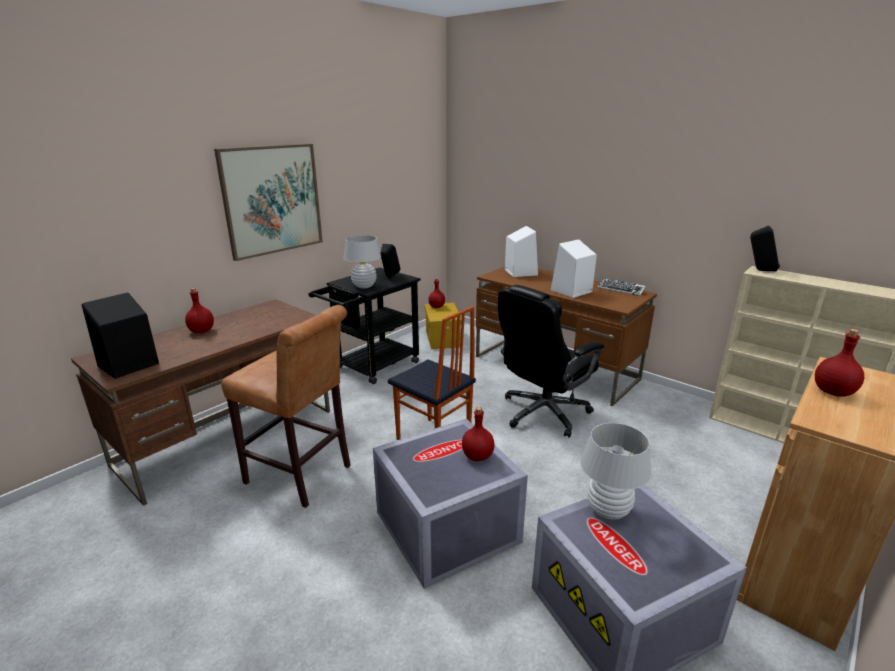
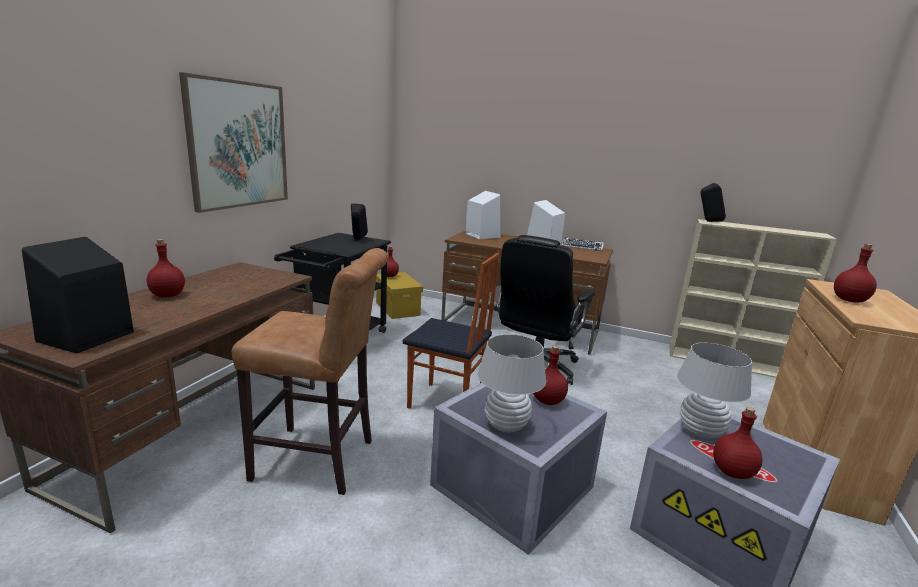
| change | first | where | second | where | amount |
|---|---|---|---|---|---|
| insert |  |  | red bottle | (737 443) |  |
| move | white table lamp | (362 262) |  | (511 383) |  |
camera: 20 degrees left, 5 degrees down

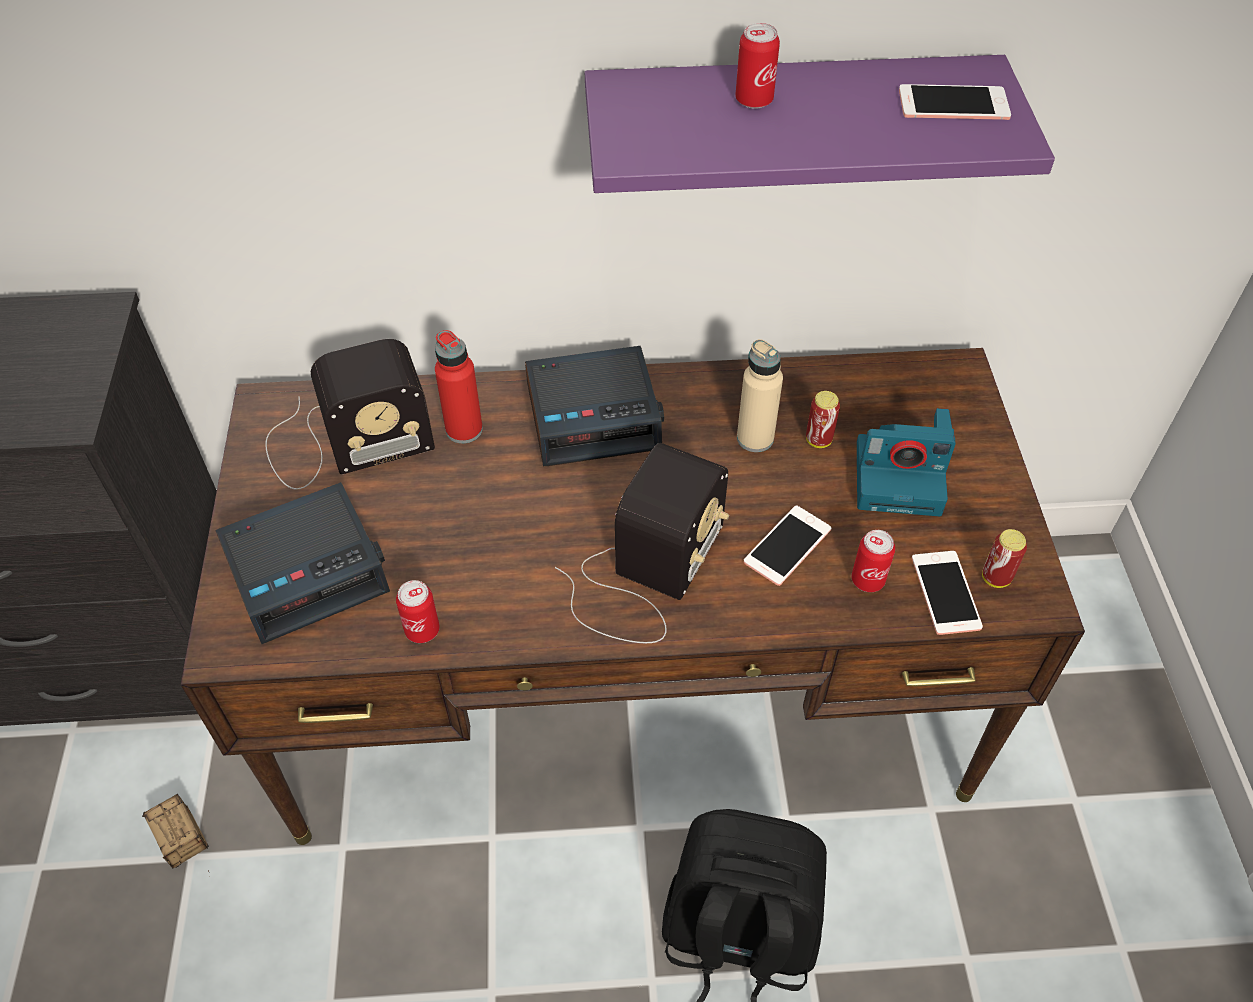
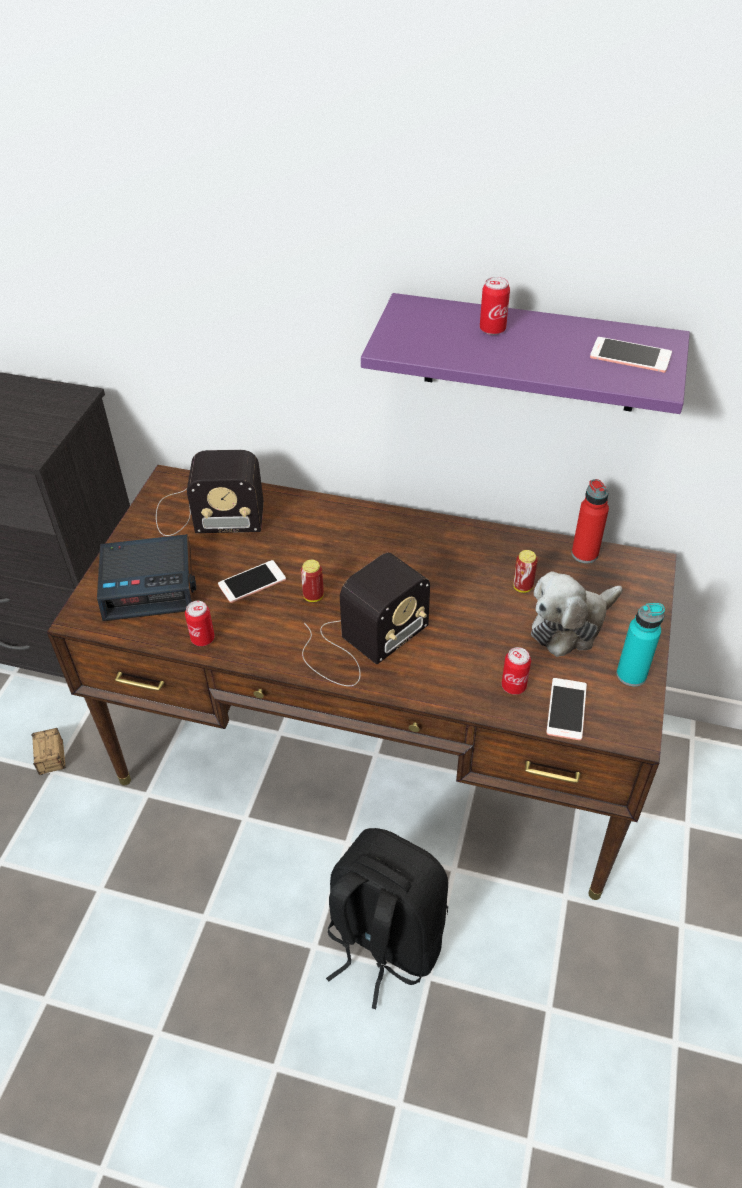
| change | first | where | second | where | amount |
|---|---|---|---|---|---|
| delete | alarm clock | (594 406) |  |  |  |
| delete | beige bottle | (760 395) |  |  |  |
| insert |  |  | turquoise bottle | (640 645) |  |
| move | red bottle | (459 386) |  | (590 521) |  |
| move | phone | (787 545) |  | (252 581) |  |
| move | can | (1004 558) |  | (312 581) |  |
| replace | photo camera | (906 462) | plush toy | (576 614) |  |
camera: 20 degrees right, 5 degrees down

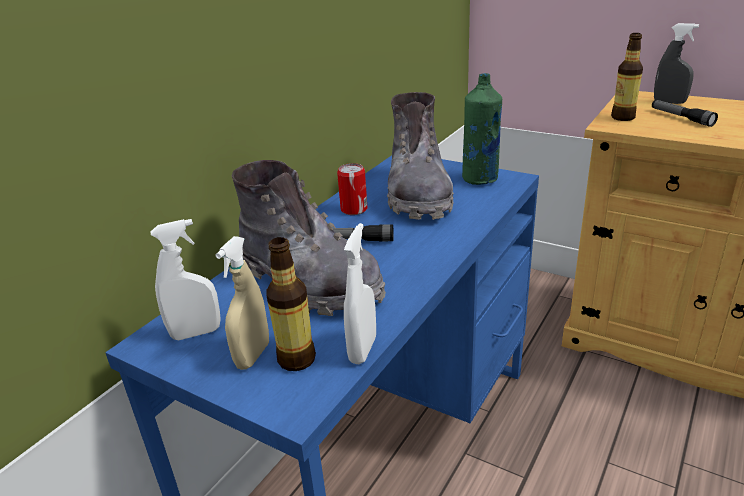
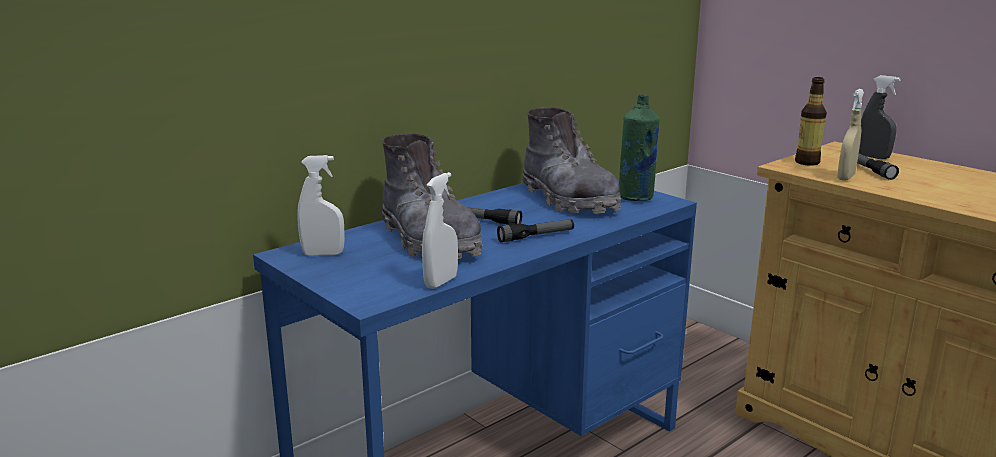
| change | first | where | second | where | amount |
|---|---|---|---|---|---|
| delete | bottle | (291 304) |  |  |  |
| delete | can | (352 189) |  |  |  |
| insert |  |  | flashlight | (535 230) |  |
| move | beige spray bottle | (242 303) |  | (850 135) |  |
| rotate | grey boot | (420 156) |  | (571 160) | 45 degrees counterclockwise |
camera: 15 degrees right, 10 degrees down

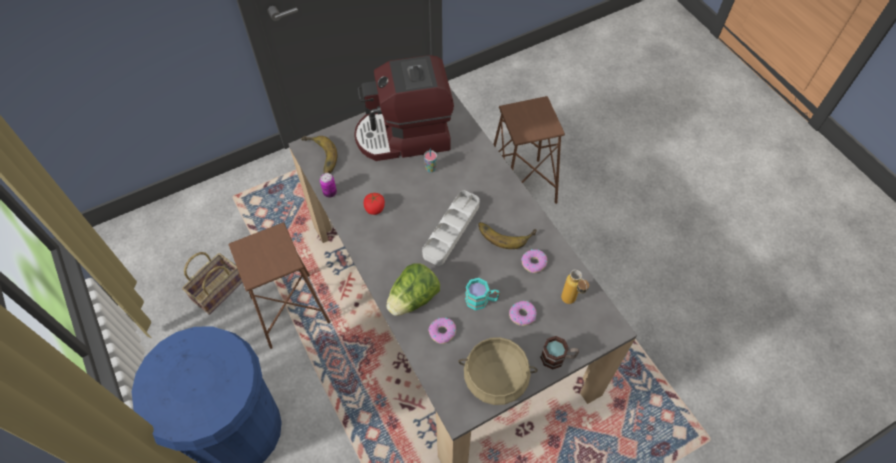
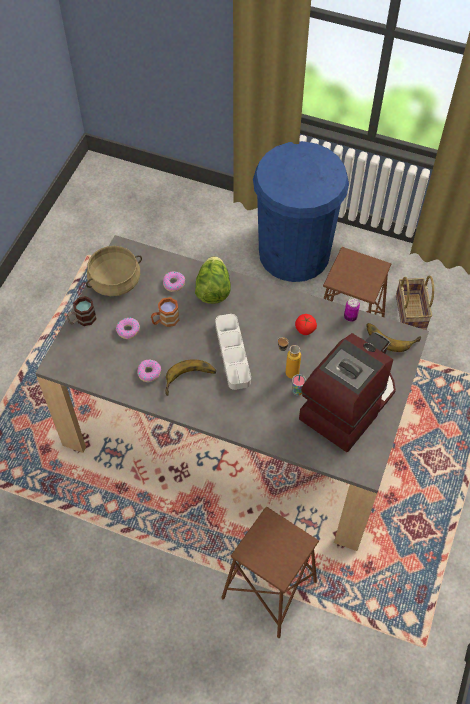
| change | first | where | second | where | amount |
|---|---|---|---|---|---|
| move | bottle | (575 286) |  | (289 358) |  |
| recolor | turquoise mug | (482 294) | brown mug | (165 312) |  |
camera: 140 degrees right, 0 degrees up

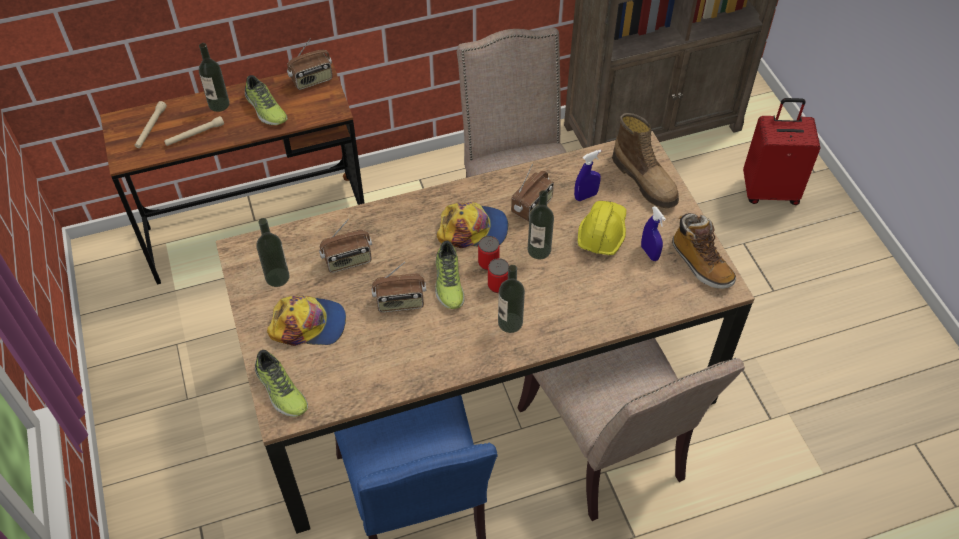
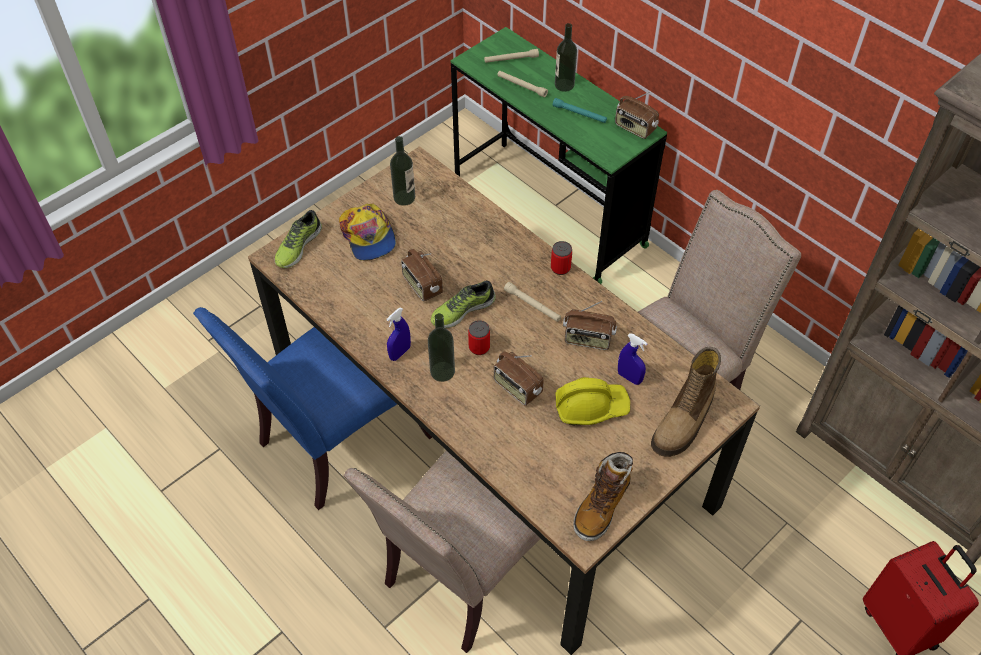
| change | first | where | second | where | amount |
|---|---|---|---|---|---|
| delete | bottle | (540 224) |  |  |  |
| move | radio | (345 246) |  | (519 378) |  |
| move | can | (489 253) |  | (561 258) |  |
| move | blue spray bottle | (653 233) |  | (398 334) |  |
| replace | shoe | (266 100) | turquoise flashlight | (580 110) |  |
| replace | cap | (472 225) | beige flashlight | (532 302) |  |
| recolor | brown desk | (232 173) | green desk | (558 155) |  |
camera: 65 degrees right, 0 degrees up

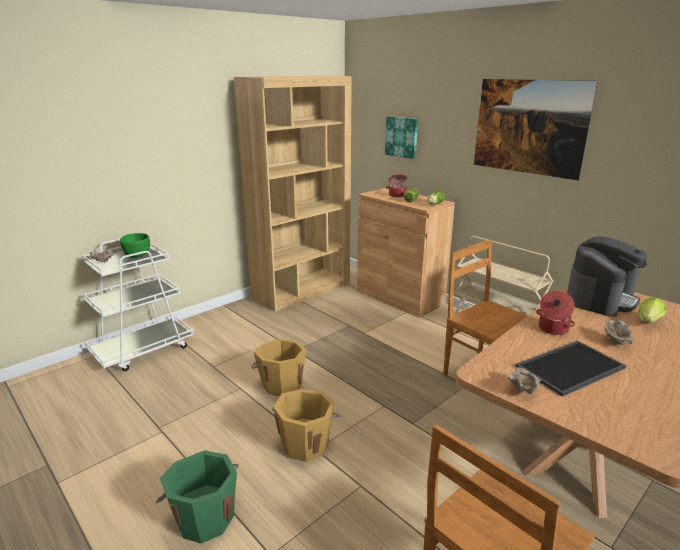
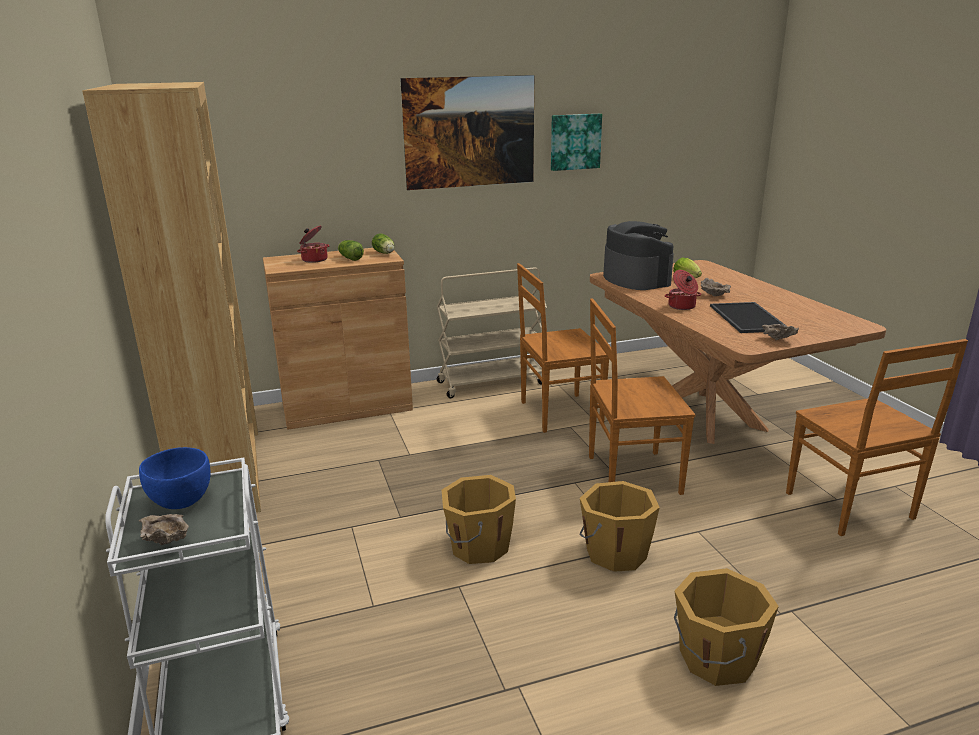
| change | first | where | second | where | amount |
|---|---|---|---|---|---|
| insert |  |  | brown chair | (642 396) |  |
| move | picture | (401 137) |  | (576 142) |  |
| recolor | green bowl | (135 245) | blue bowl | (174 478) |  |
| recolor | green bucket | (197 497) | orange bucket | (726 627) |  |
camera: 65 degrees left, 0 degrees up

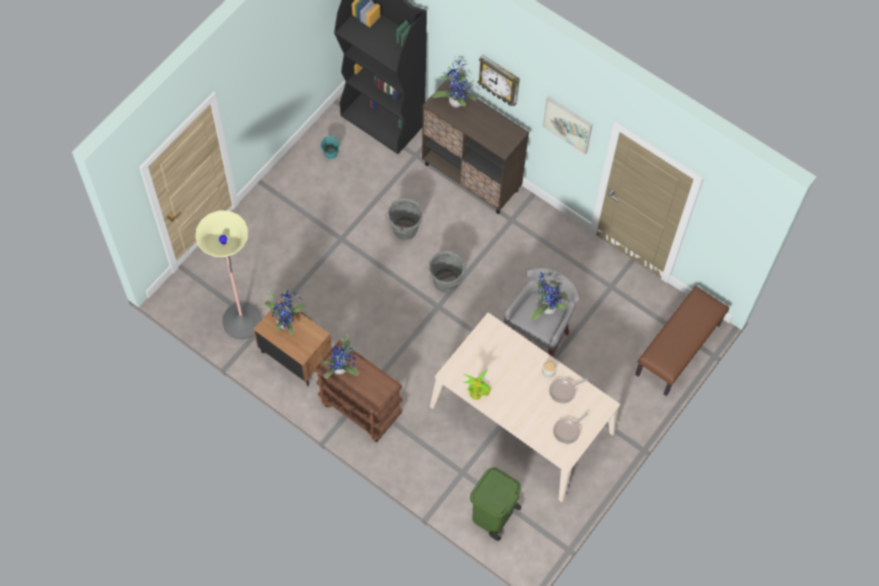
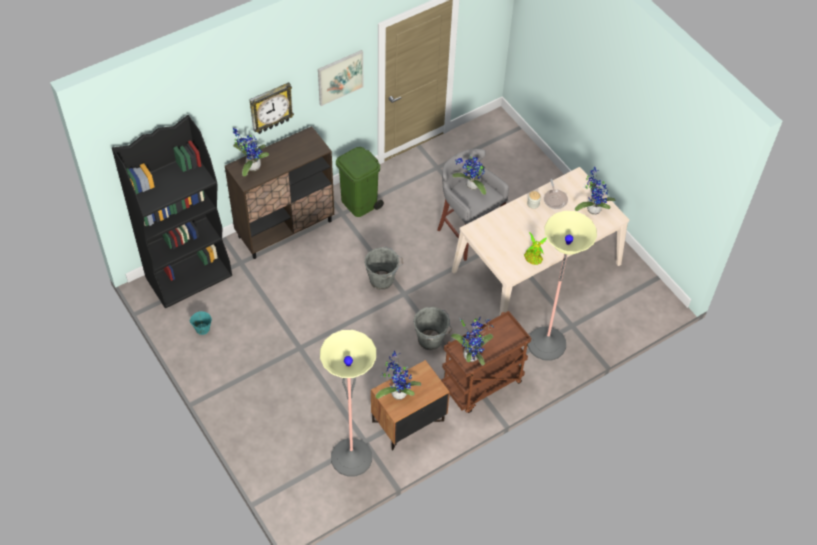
| change | first | where | second | where | amount |
|---|---|---|---|---|---|
| delete | brown bench | (682 341) |  |  |  |
| insert |  |  | floor lamp | (562 286) |  |
| move | grey bucket | (404 219) |  | (432 328) |  |
| move | green trash can | (495 504) |  | (360 182) |  |
| replace | frying pan | (570 428) | potted plant | (595 191) |  |
camera: 70 degrees left, 10 degrees down

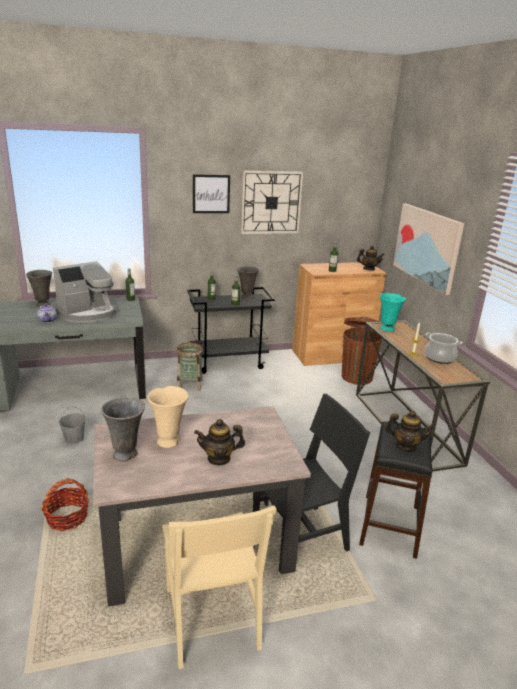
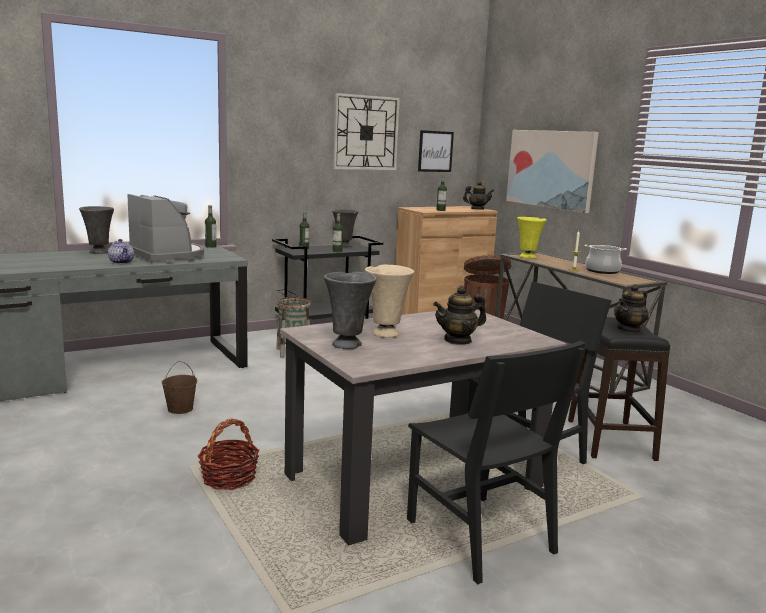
| change | first | where | second | where | amount |
|---|---|---|---|---|---|
| move | picture | (211 193) |  | (436 151) |  |
| recolor | grey bucket | (72 425) | brown bucket | (179 387) |  |
| recolor | beige chair | (219 587) | black chair | (496 462) |  |
| recolor | turquoise vase | (393 312) | yellow vase | (532 237) |  |
| rotate | coffee machine | (84 292) |  | (165 229) | 75 degrees counterclockwise |
| rotate | teapot | (409 430) |  | (631 308) | 135 degrees clockwise |
camera: 15 degrees left, 10 degrees down

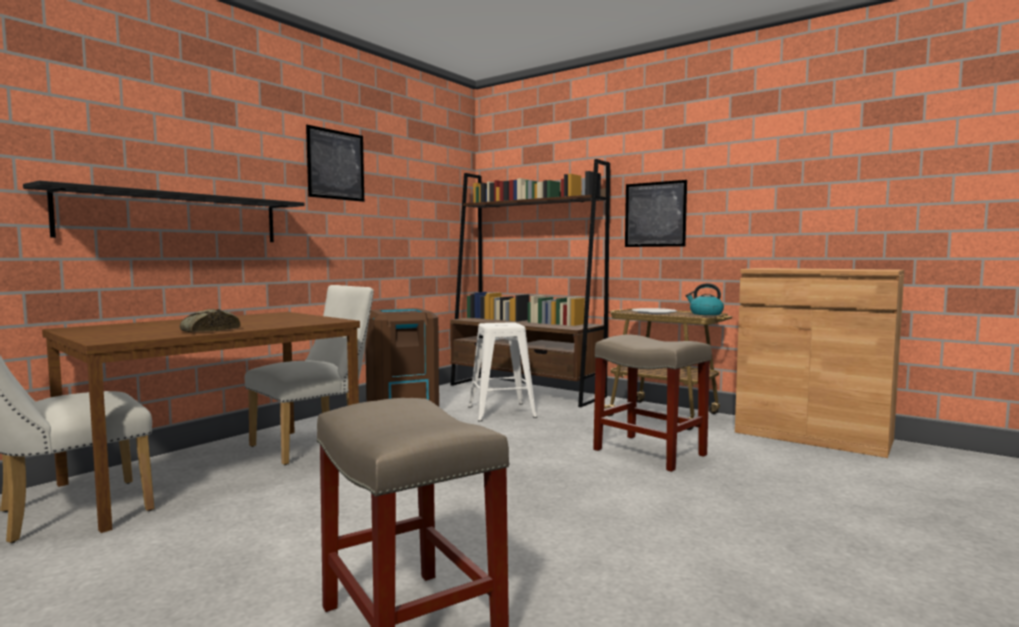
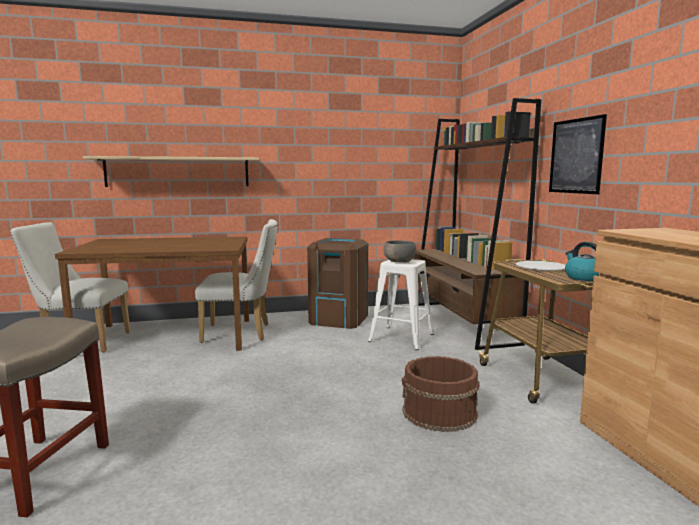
| change | first | where | second | where | amount |
|---|---|---|---|---|---|
| delete | bread | (210 320) |  |  |  |
| delete | picture | (335 163) |  |  |  |
| insert |  |  | grey bowl | (400 251) |  |
| replace | beige stool | (652 403) | brown bucket | (440 394) |  |
| recolor | black shelf | (164 211) | beige shelf | (171 171) |  |
camera: 40 degrees right, 5 degrees up

